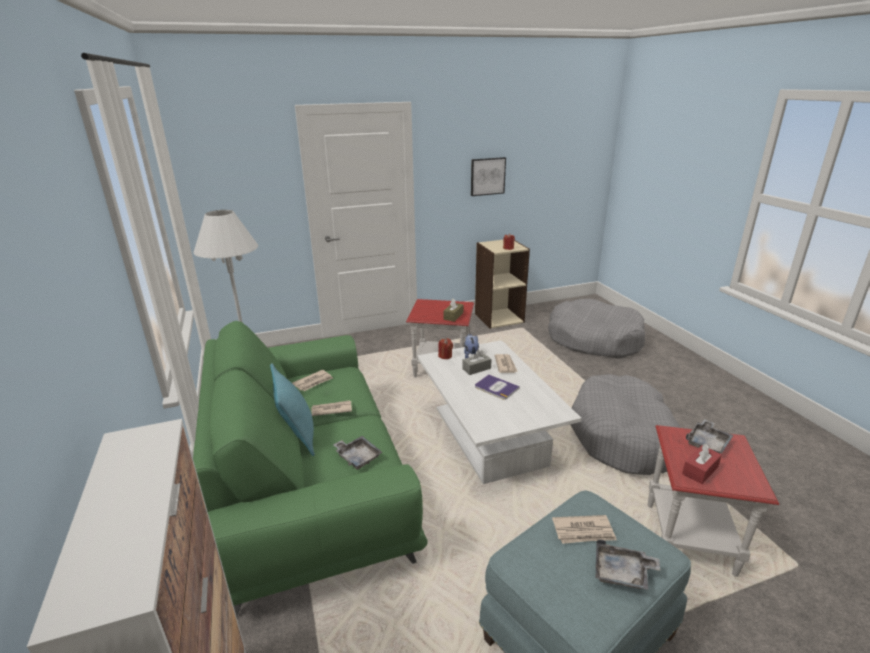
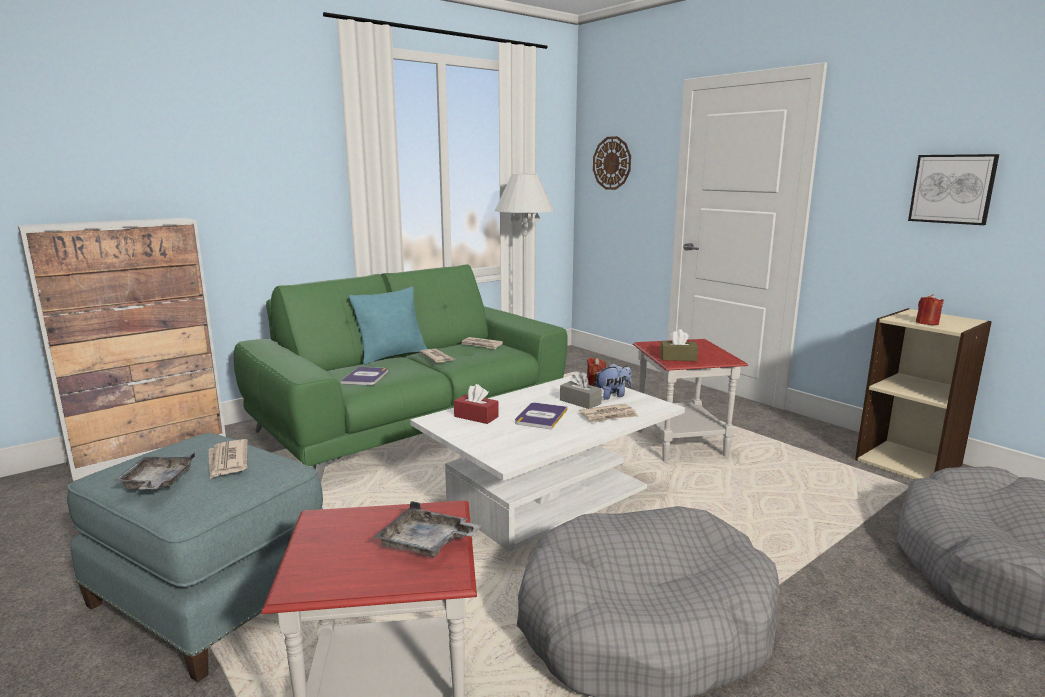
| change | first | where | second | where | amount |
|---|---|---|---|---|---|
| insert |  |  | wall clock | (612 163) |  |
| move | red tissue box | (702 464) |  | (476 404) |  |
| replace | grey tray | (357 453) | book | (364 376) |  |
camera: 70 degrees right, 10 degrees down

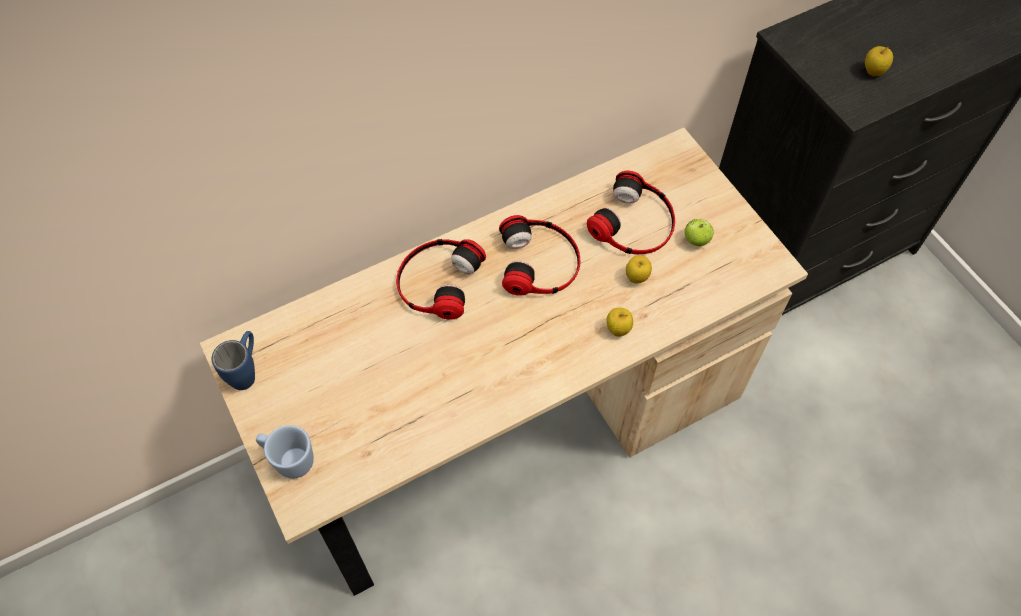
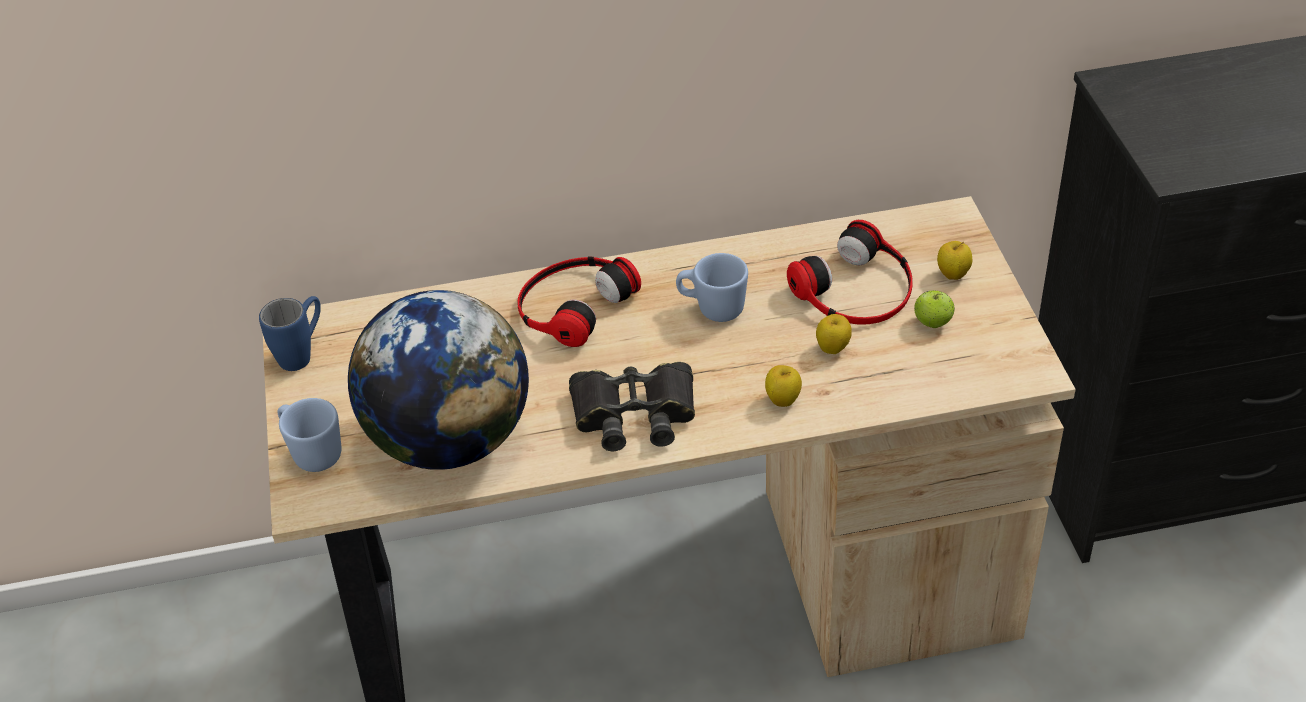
| change | first | where | second | where | amount |
|---|---|---|---|---|---|
| insert |  |  | globe | (438 380) |  |
| insert |  |  | black binoculars | (632 406) |  |
| move | apple | (879 61) |  | (954 260) |  |
| replace | headphones | (540 255) | blue mug | (712 287) |  |
camera: 20 degrees right, 15 degrees down

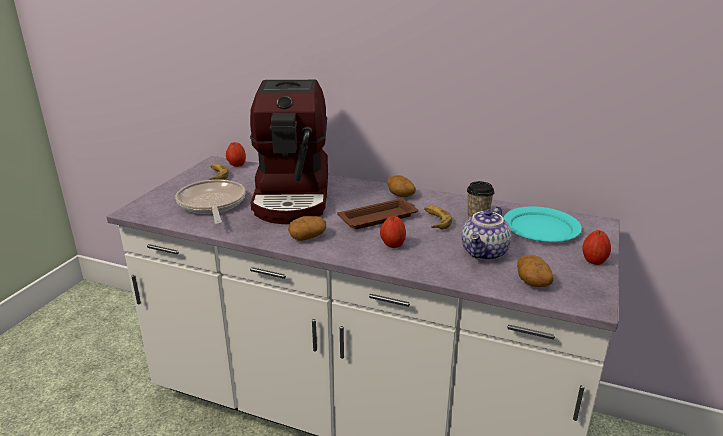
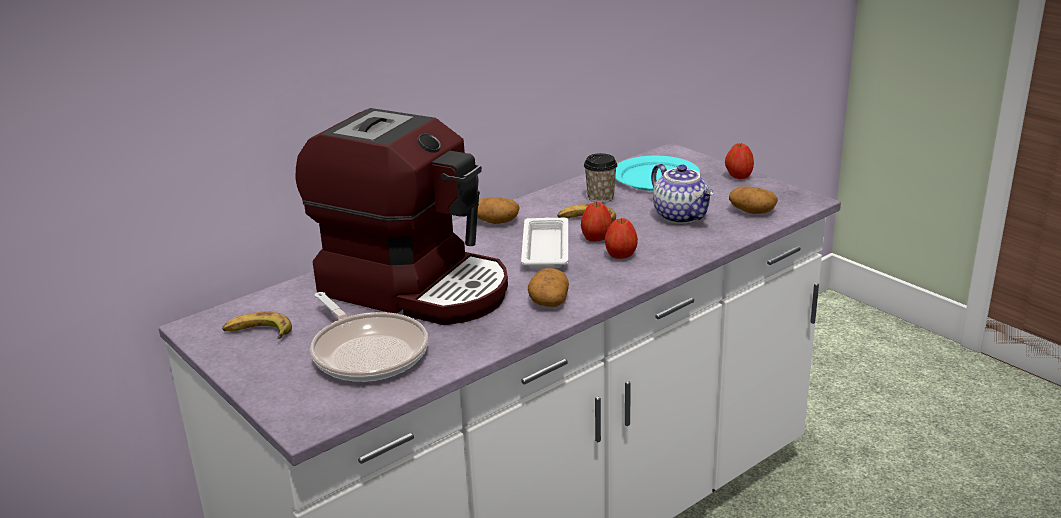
| change | first | where | second | where | amount |
|---|---|---|---|---|---|
| move | apple | (236 154) |  | (596 222) |  |
| recolor | brown tray | (377 214) | white tray | (544 243) |  |
| rotate | frying pan | (210 202) |  | (369 337) | 135 degrees counterclockwise |
camera: 60 degrees left, 0 degrees up

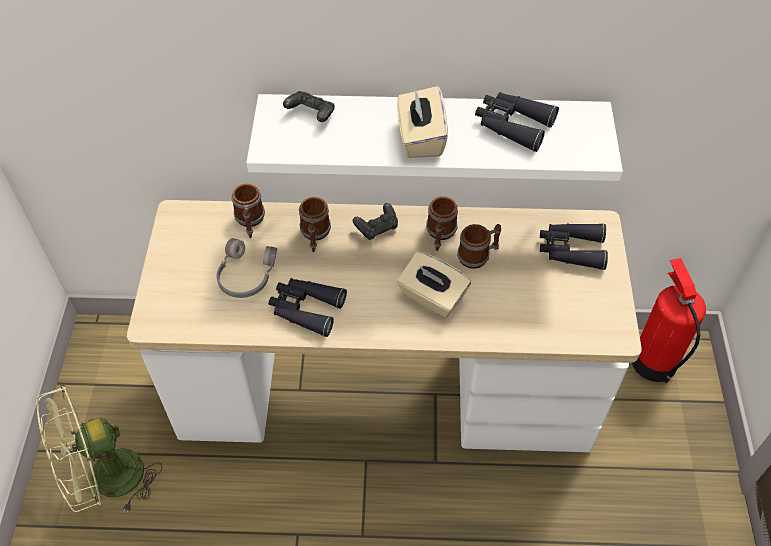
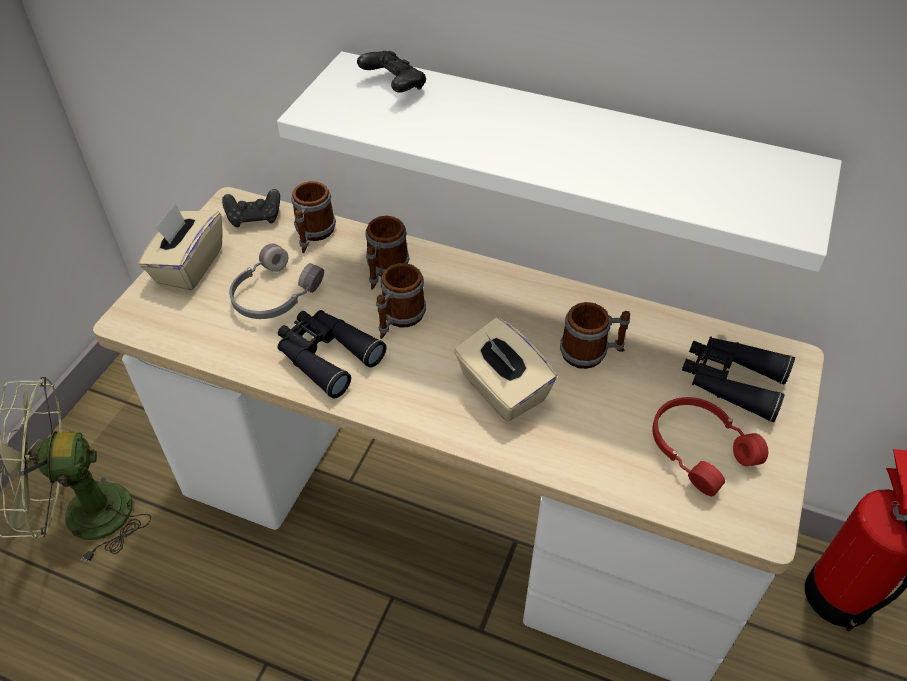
| change | first | where | second | where | amount |
|---|---|---|---|---|---|
| delete | black binoculars | (517 122) |  |  |  |
| insert |  |  | red headphones | (710 446) |  |
| move | black game controller | (375 221) |  | (251 208) |  |
| move | beige tissue box | (422 122) |  | (181 247) |  |
| move | mug | (442 223) |  | (401 301) |  |
camera: 20 degrees right, 5 degrees down

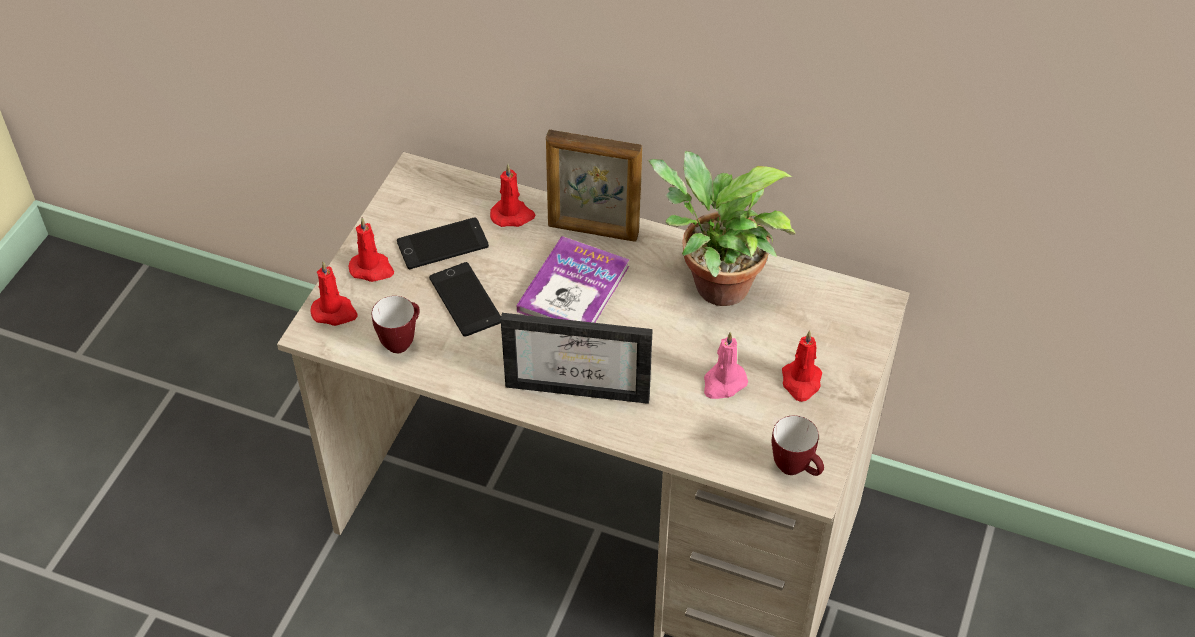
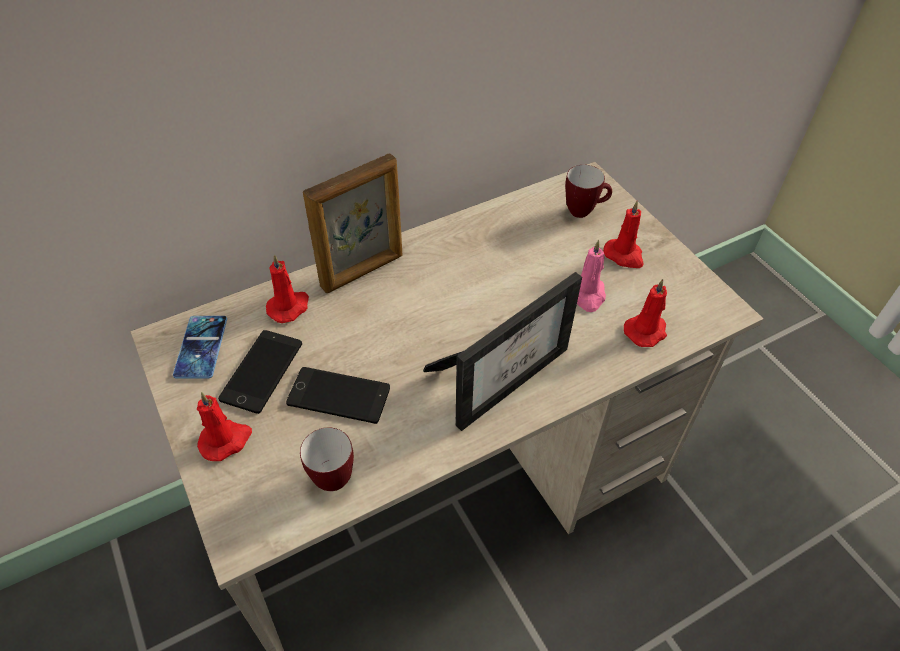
| change | first | where | second | where | amount |
|---|---|---|---|---|---|
| delete | book | (573 279) |  |  |  |
| delete | potted plant | (722 228) |  |  |  |
| insert |  |  | phone | (200 347) |  |
| move | red candle | (334 293) |  | (645 313) |  |
| move | mug | (798 446) |  | (588 191) |  |
camera: 50 degrees left, 0 degrees up

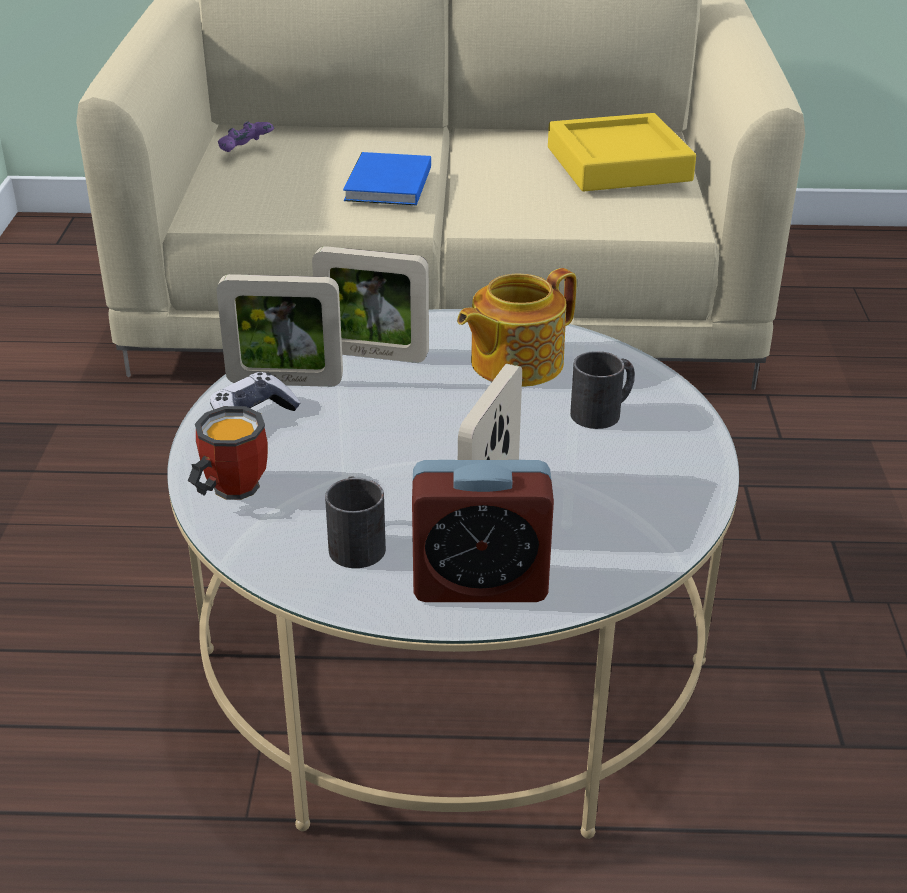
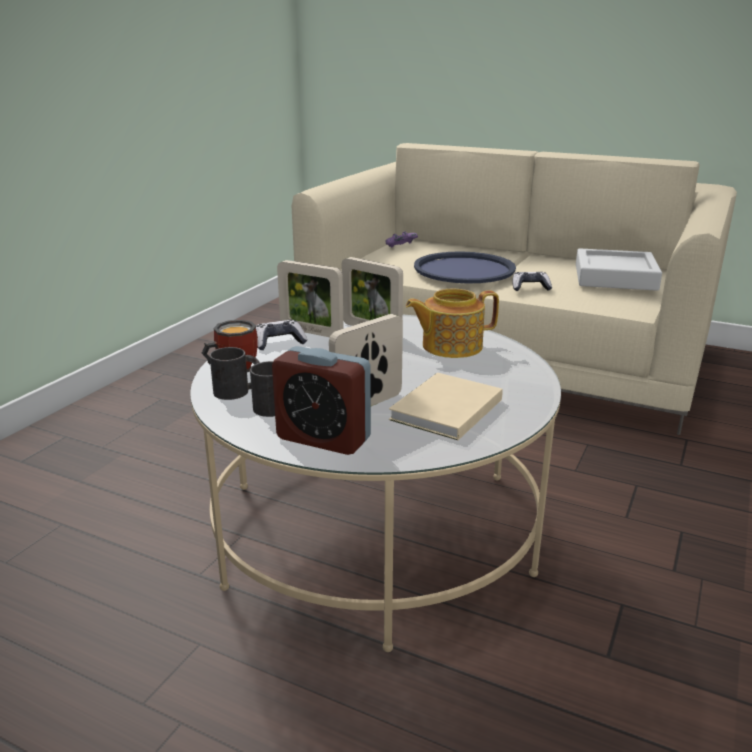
| change | first | where | second | where | amount |
|---|---|---|---|---|---|
| insert |  |  | beige book | (446 406) |  |
| insert |  |  | game controller | (532 281) |  |
| move | black mug | (602 390) |  | (235 373) |  |
| replace | blue book | (387 178) | blue tray | (465 267) |  |
| recolor | yellow tray | (622 152) | grey tray | (619 269) |  |
camera: 25 degrees right, 10 degrees down

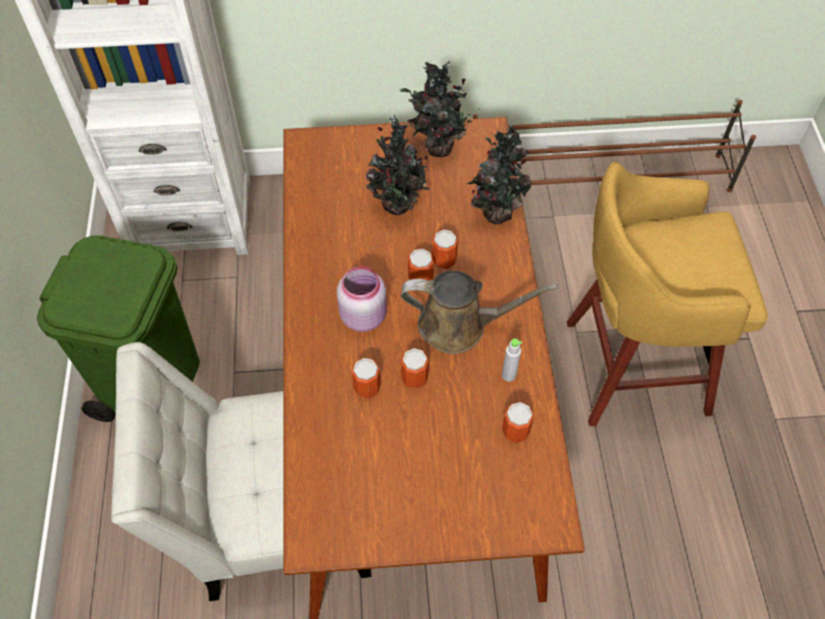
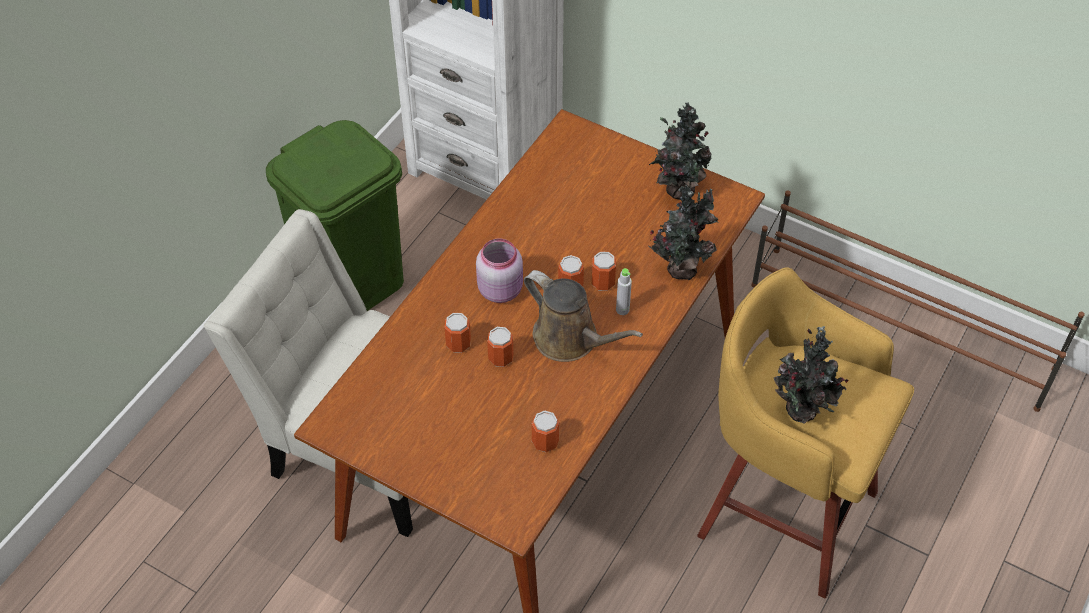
| change | first | where | second | where | amount |
|---|---|---|---|---|---|
| move | potted plant | (398 165) |  | (811 375) |  |
| move | grey bottle | (512 360) |  | (624 291) |  |
camera: 35 degrees right, 5 degrees down

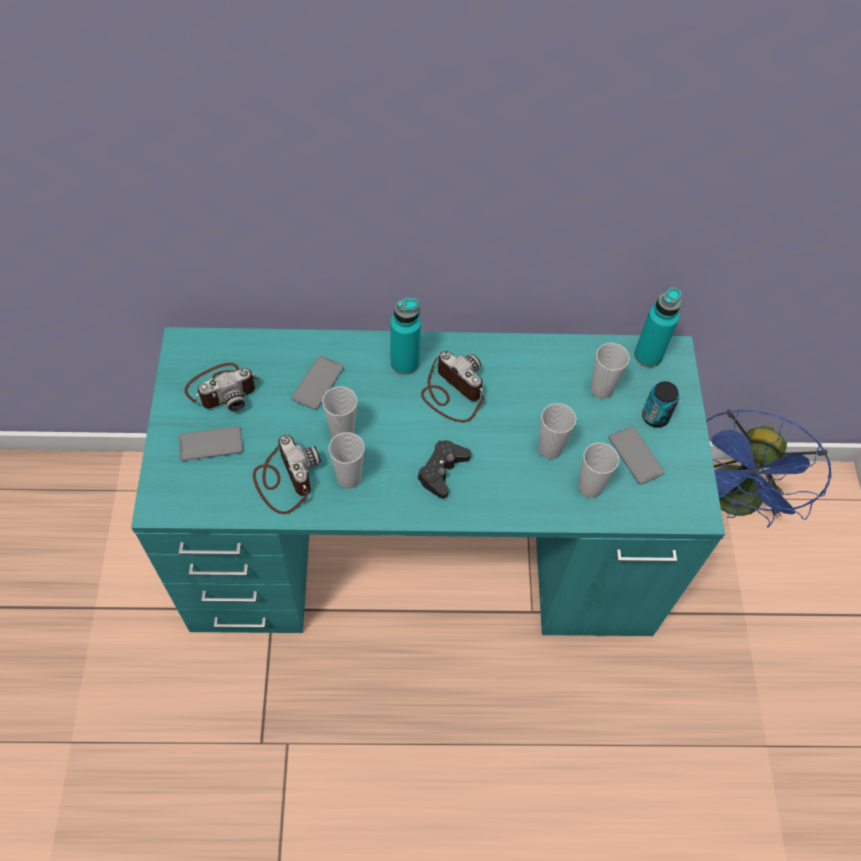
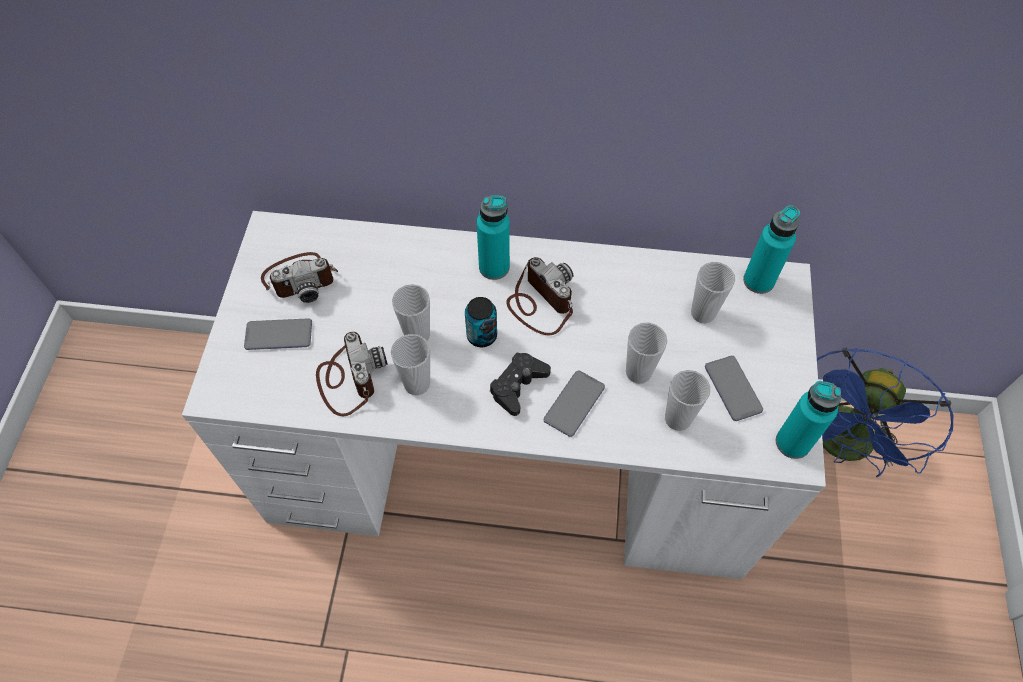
| change | first | where | second | where | amount |
|---|---|---|---|---|---|
| insert |  |  | turquoise bottle | (808 420) |  |
| move | phone | (317 383) |  | (574 404) |  |
| move | can | (660 404) |  | (481 322) |  |
| recolor | turquoise desk | (428 481) | white desk | (504 395) |  |
camera: 10 degrees right, 0 degrees up

